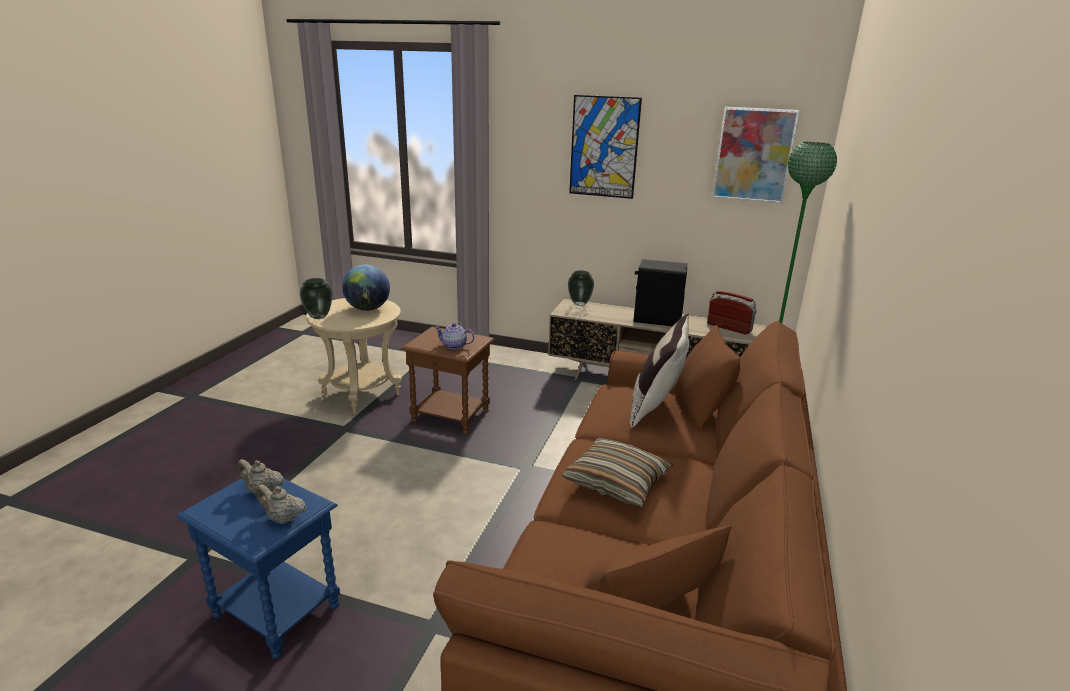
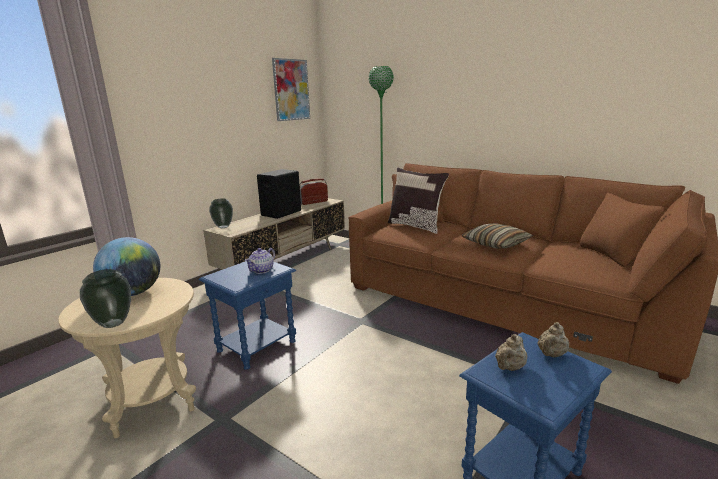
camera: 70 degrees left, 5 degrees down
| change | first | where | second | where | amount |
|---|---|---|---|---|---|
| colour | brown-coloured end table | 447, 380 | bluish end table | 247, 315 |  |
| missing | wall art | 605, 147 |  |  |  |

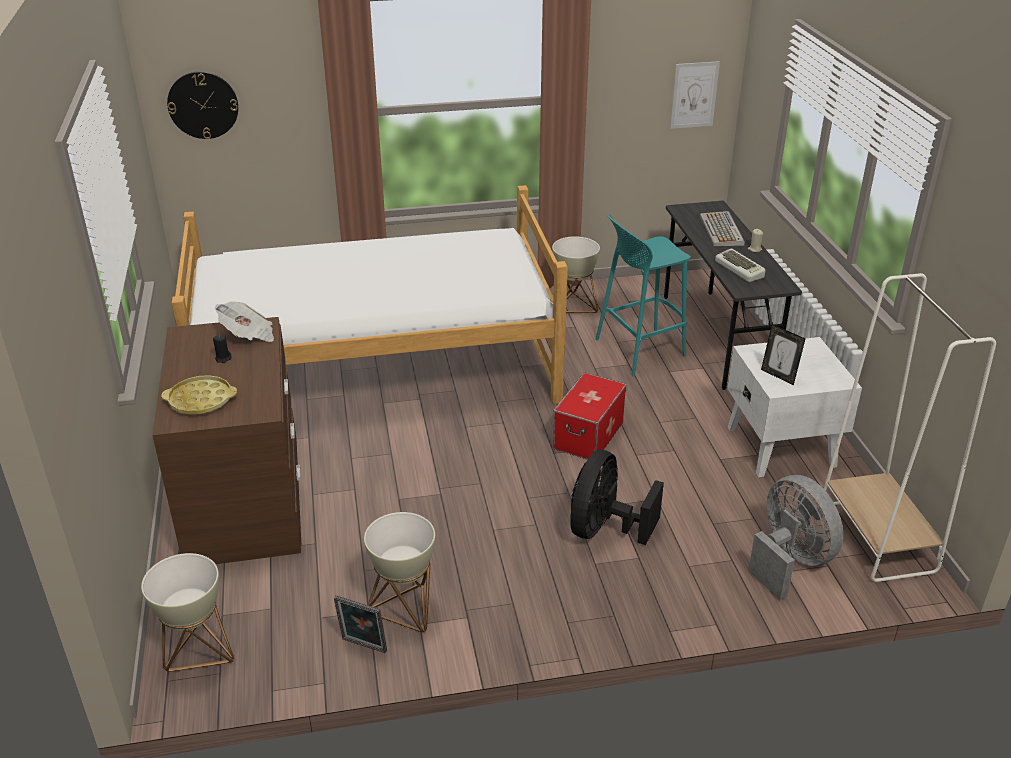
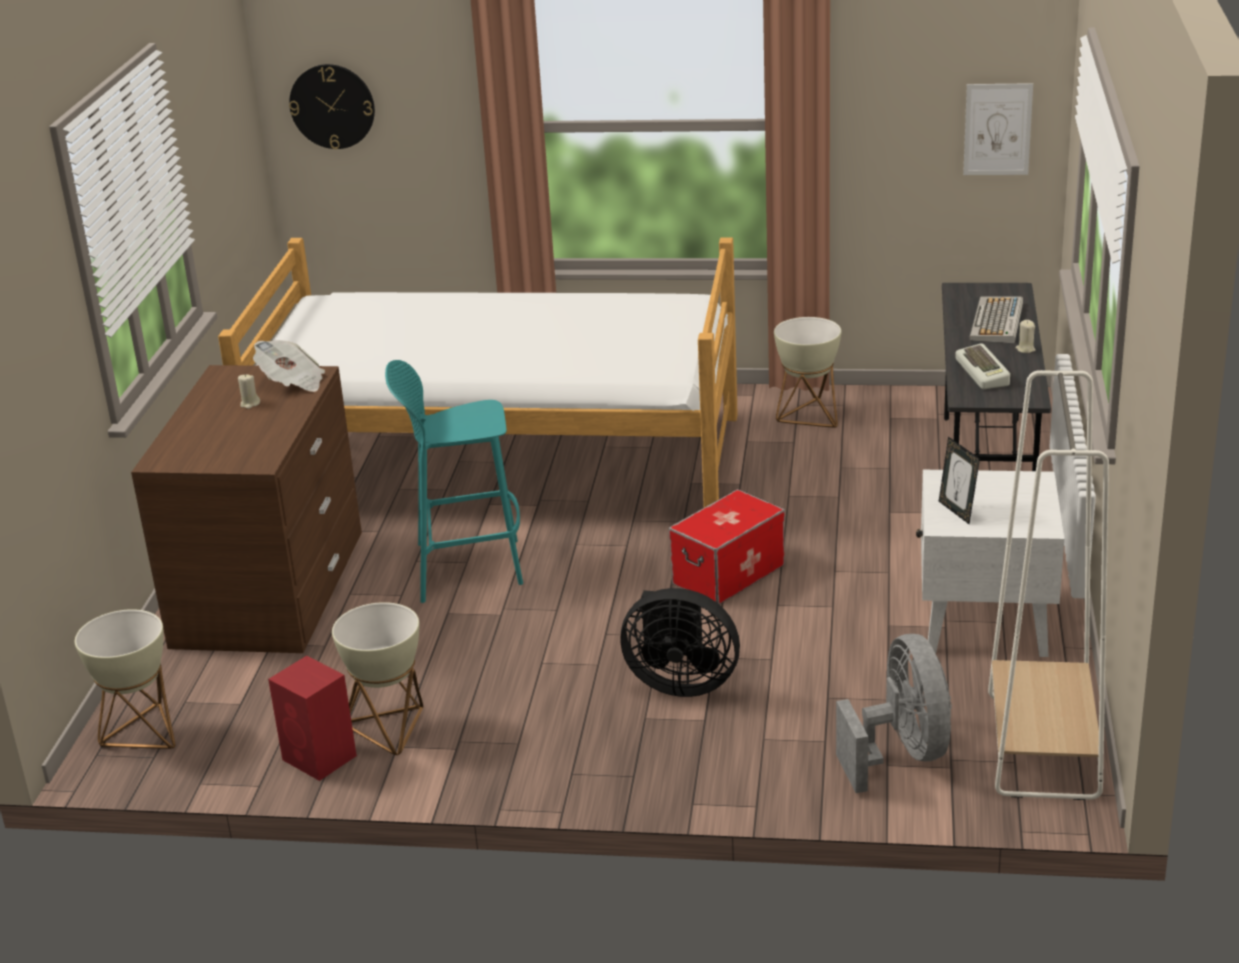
camera: 20 degrees right, 5 degrees down
| change | first | where | second | where | amount |
|---|---|---|---|---|---|
| colour | blackish wax candle | 222, 349 | beige-coloured wax candle | 249, 391 |  |
| exchanged | picture frame | 360, 624 | red speaker | 312, 718 |  |
| relocated | blue-green sitting stool | 643, 295 |  | 454, 481 |  |
| spun | blackish fan | 617, 497 |  | 680, 642 | 120 degrees counterclockwise |
| missing | yellowish carrying tray | 199, 395 |  |  |  |

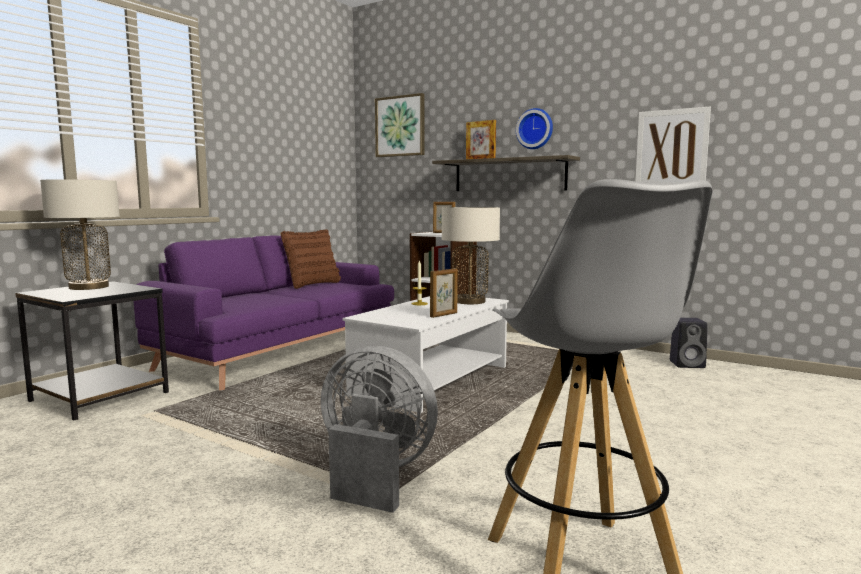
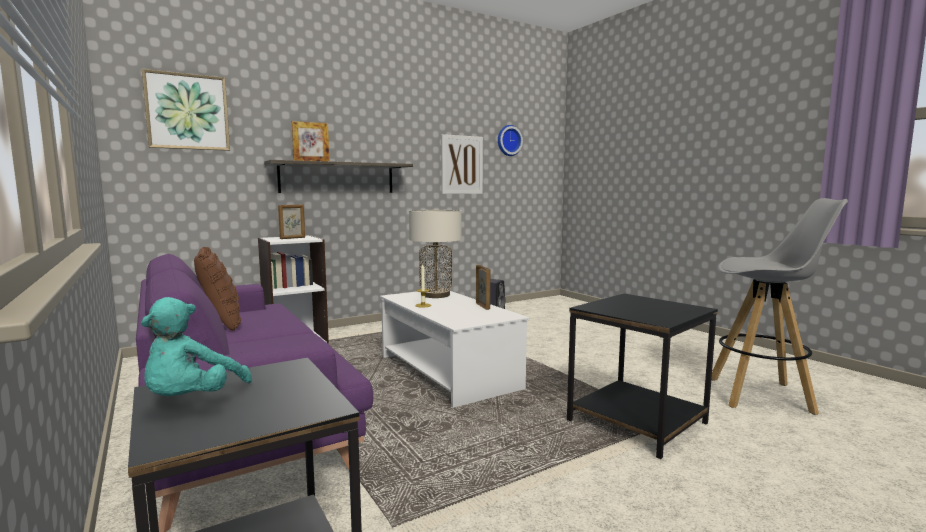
camera: 65 degrees left, 0 degrees up
| change | first | where | second | where | amount |
|---|---|---|---|---|---|
| exchanged | tabletop lamp | 80, 235 | blue-green soft toy | 196, 346 |  |
| relocated | wall clock | 534, 128 |  | 510, 140 |  |
| exchanged | gray fan | 379, 429 | blackish end table | 642, 376 |  |

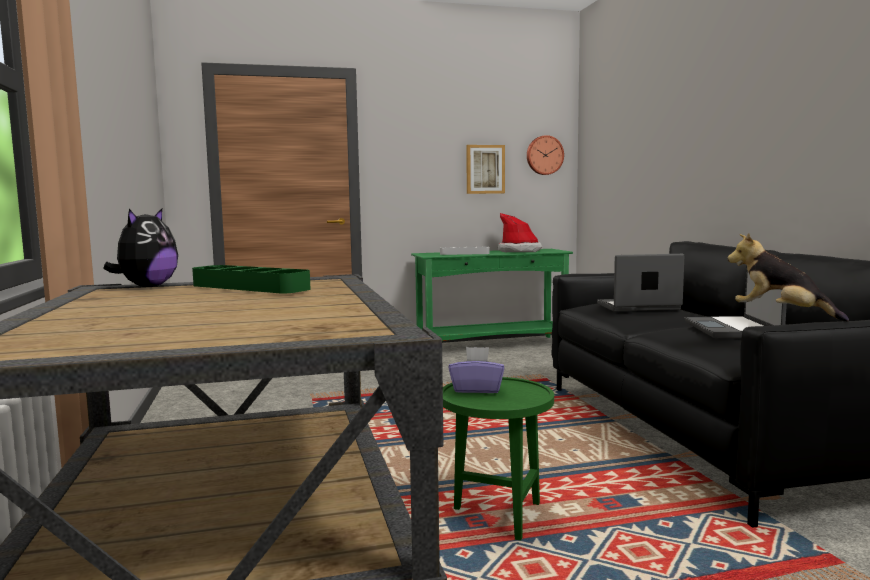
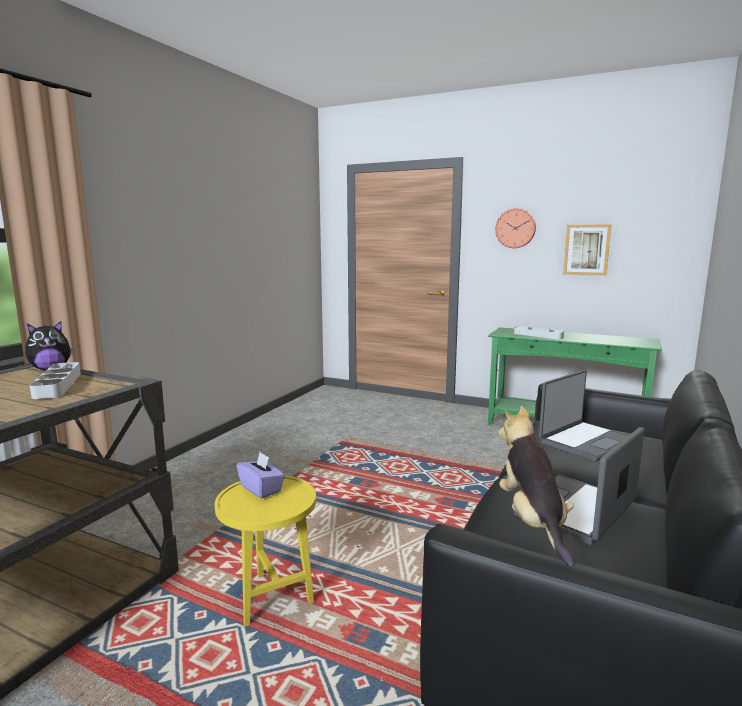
camera: 40 degrees right, 5 degrees up
| change | first | where | second | where | amount |
|---|---|---|---|---|---|
| colour | greenish carrying tray | 251, 279 | gray carrying tray | 55, 380 |  |
| colour | greenish end table | 498, 459 | yellowish end table | 265, 551 |  |
| relocated | wall clock | 545, 155 |  | 515, 228 |  |
| spun | laptop | 640, 282 |  | 584, 416 | 105 degrees clockwise |
| missing | wearable hat | 520, 232 |  |  |  |

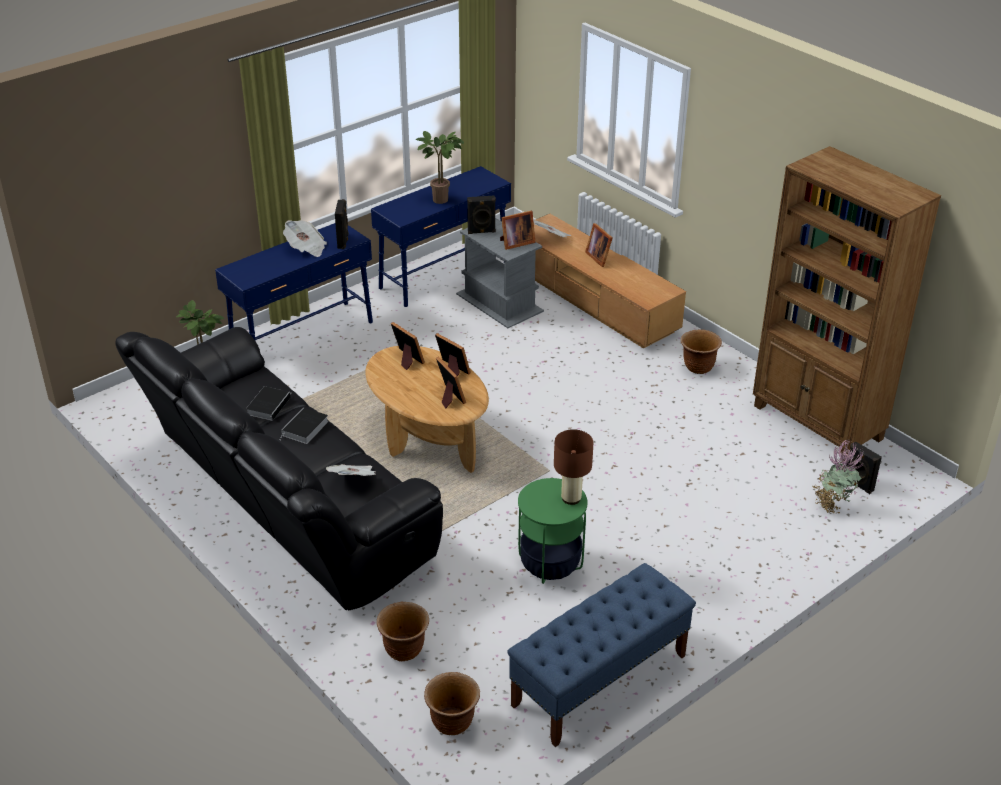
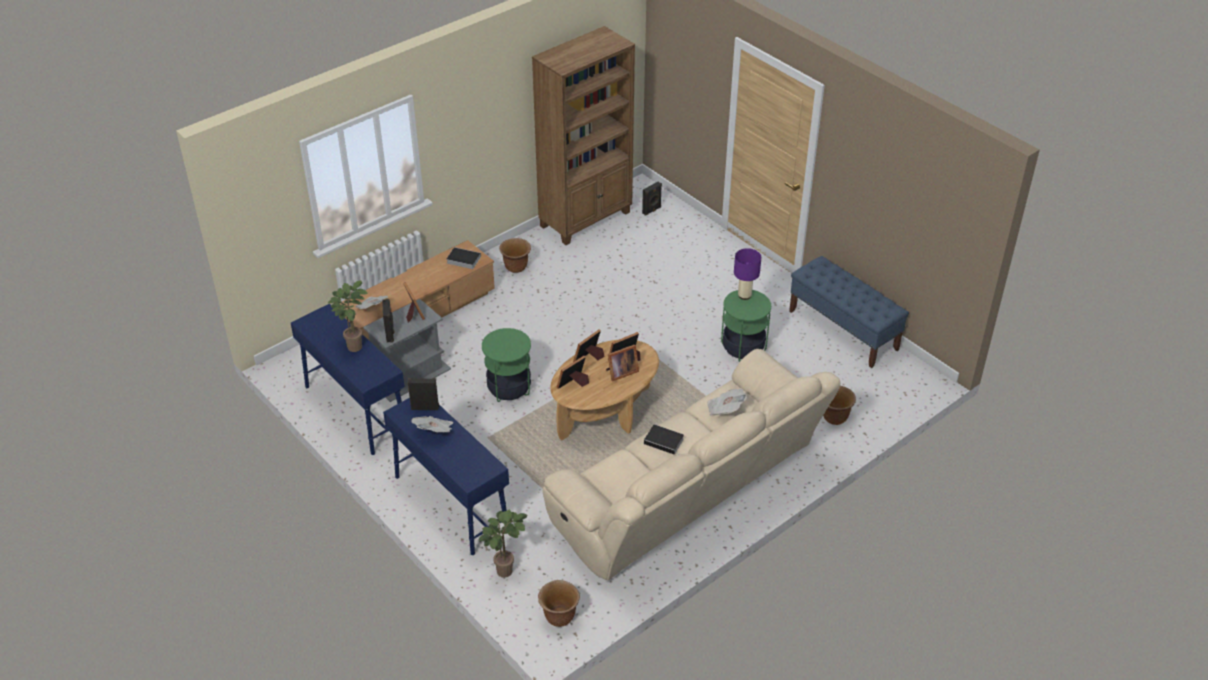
camera: 90 degrees left, 5 degrees up
| change | first | where | second | where | amount |
|---|---|---|---|---|---|
| relocated | book | 269, 403 |  | 464, 258 |  |
| appeared |  |  | greenish end table | 506, 365 |  |
| relocated | brown-coloured flower pot | 452, 703 |  | 559, 603 |  |
| colour | blackish sofa | 279, 468 | beige-coloured sofa | 691, 464 |  |
| relocated | picture frame | 599, 245 |  | 622, 363 |  |
| colour | brown-coloured tabletop lamp | 573, 467 | purplish tabletop lamp | 747, 274 |  |
| missing | potted plant | 838, 477 |  |  |  |

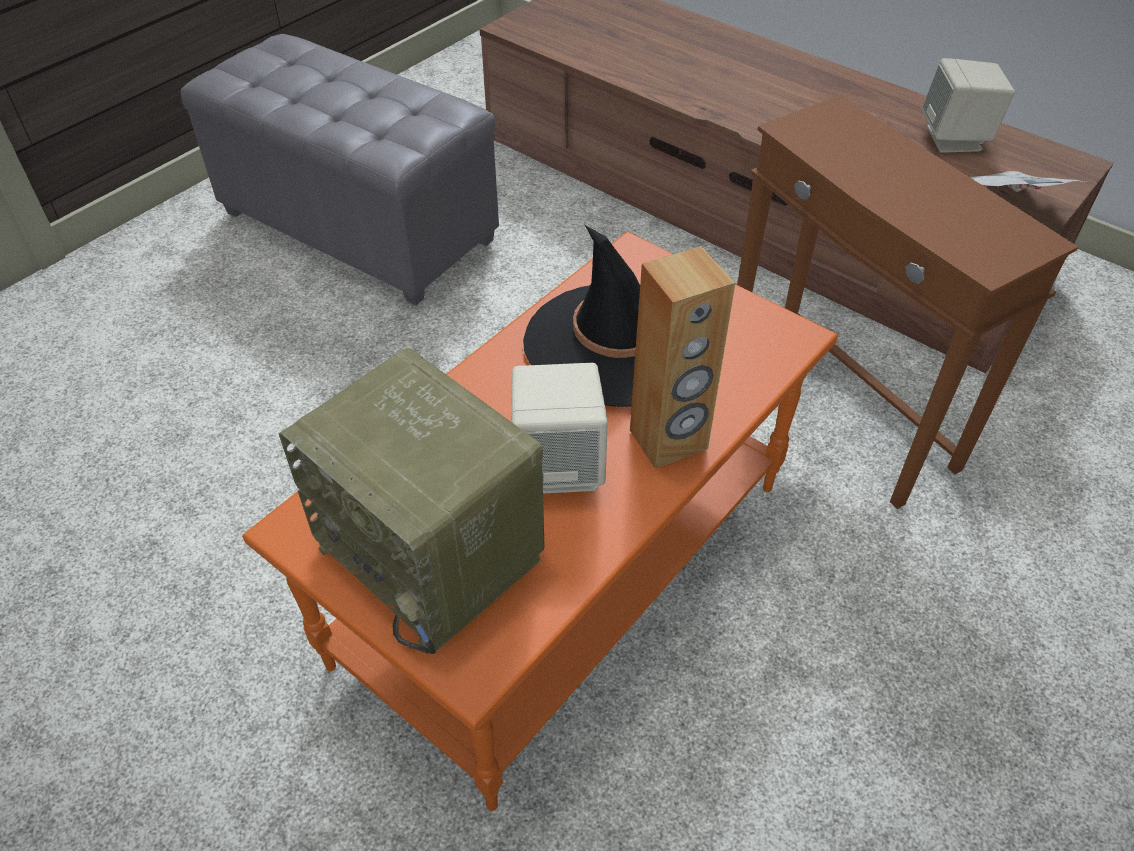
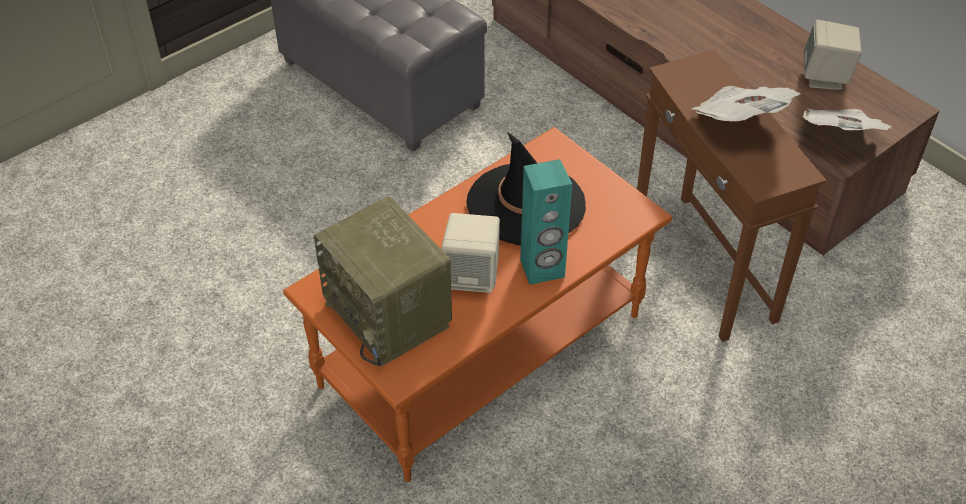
camera: 10 degrees right, 0 degrees up
| change | first | where | second | where | amount |
|---|---|---|---|---|---|
| colour | brown-coloured speaker | 683, 357 | blue-green speaker | 546, 222 |  |
| appeared |  |  | newspaper | 746, 103 |  |

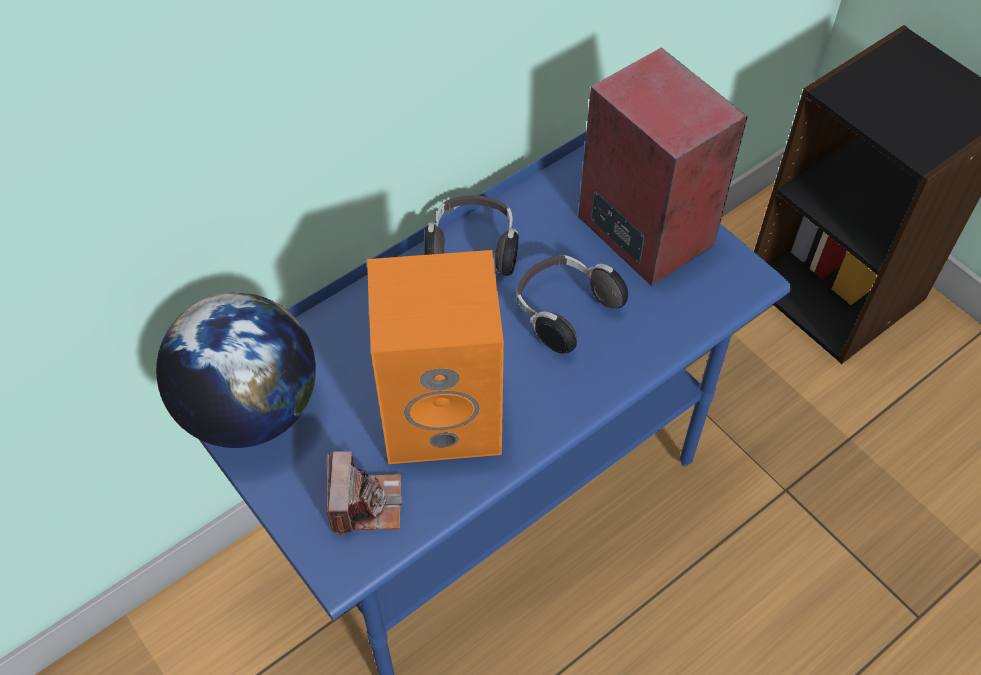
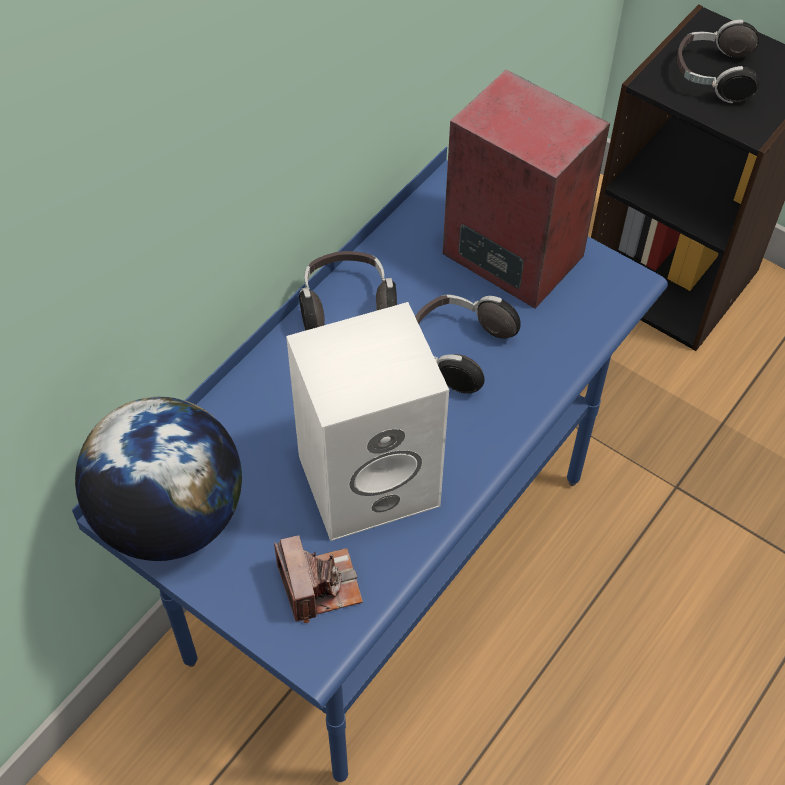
camera: 15 degrees left, 0 degrees up
| change | first | where | second | where | amount |
|---|---|---|---|---|---|
| colour | orange speaker | 435, 357 | white speaker | 367, 421 |  |
| appeared |  |  | pair of headphones | 718, 61 |  |

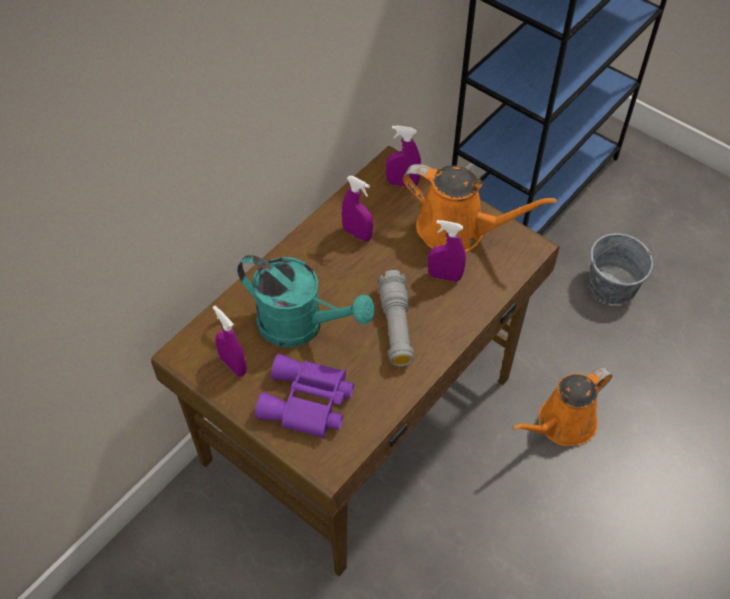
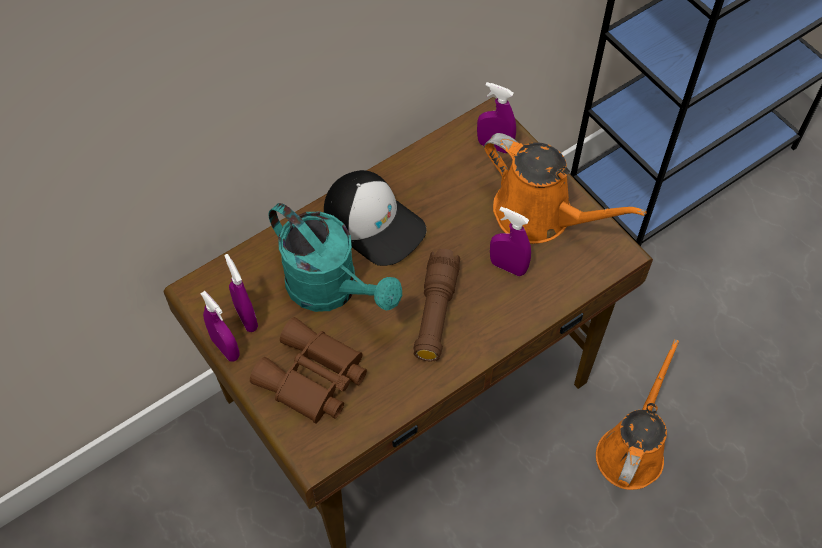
camera: 15 degrees right, 5 degrees up
| change | first | where | second | where | amount |
|---|---|---|---|---|---|
| relocated | purplish spray bottle | 357, 208 |  | 220, 326 |  |
| colour | purplish field glasses | 304, 396 | brown-coloured field glasses | 308, 370 |  |
| appeared |  |  | baseball cap | 375, 218 |  |
| colour | gray torch | 396, 318 | brown-coloured torch | 436, 305 |  |
| spun | orange watering can | 562, 406 |  | 637, 414 | 135 degrees clockwise |
| missing | gray pail | 620, 268 |  |  |  |

